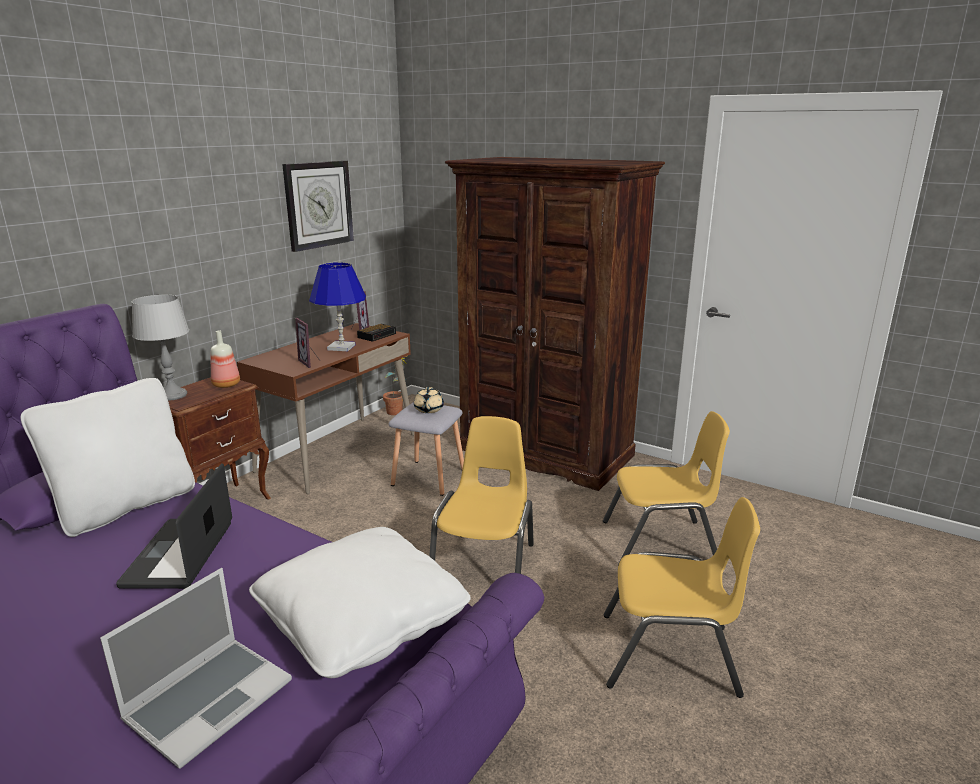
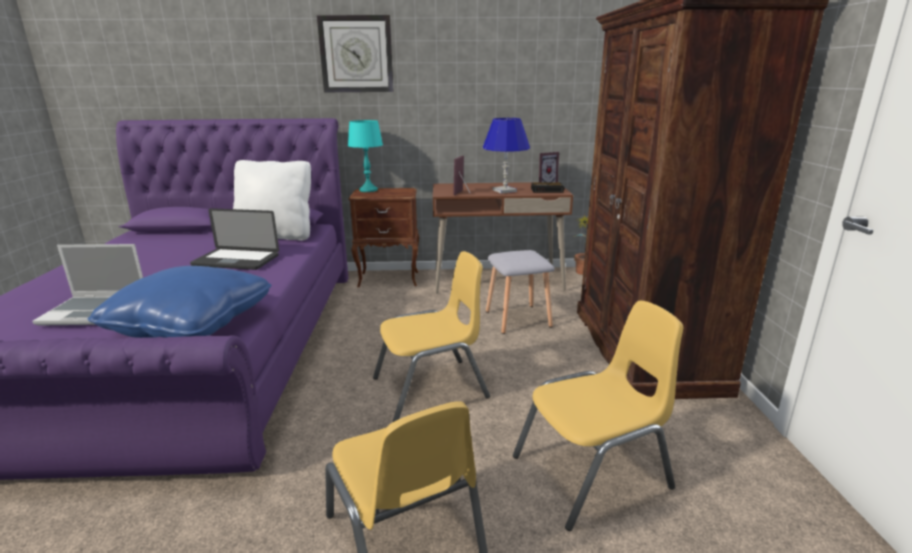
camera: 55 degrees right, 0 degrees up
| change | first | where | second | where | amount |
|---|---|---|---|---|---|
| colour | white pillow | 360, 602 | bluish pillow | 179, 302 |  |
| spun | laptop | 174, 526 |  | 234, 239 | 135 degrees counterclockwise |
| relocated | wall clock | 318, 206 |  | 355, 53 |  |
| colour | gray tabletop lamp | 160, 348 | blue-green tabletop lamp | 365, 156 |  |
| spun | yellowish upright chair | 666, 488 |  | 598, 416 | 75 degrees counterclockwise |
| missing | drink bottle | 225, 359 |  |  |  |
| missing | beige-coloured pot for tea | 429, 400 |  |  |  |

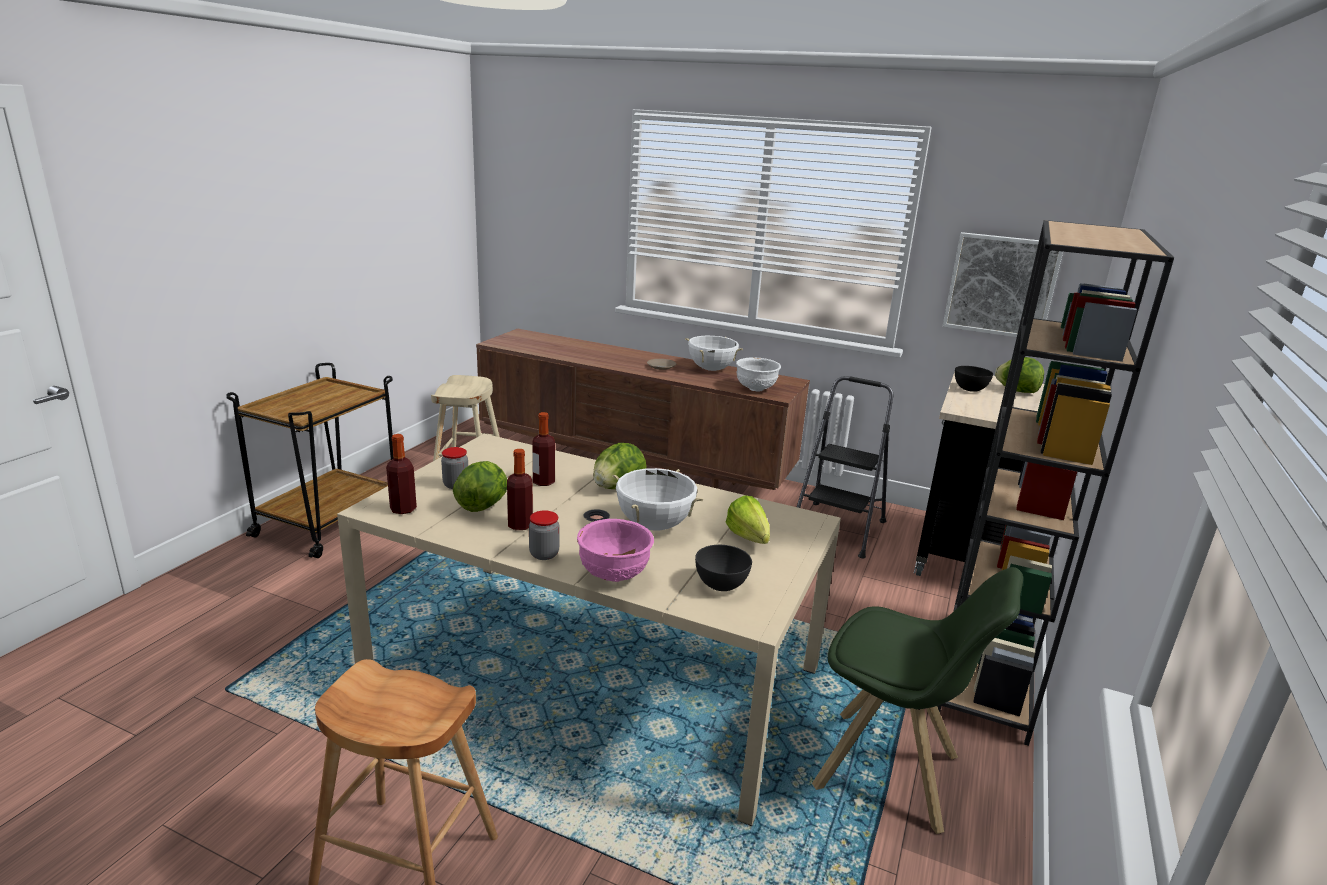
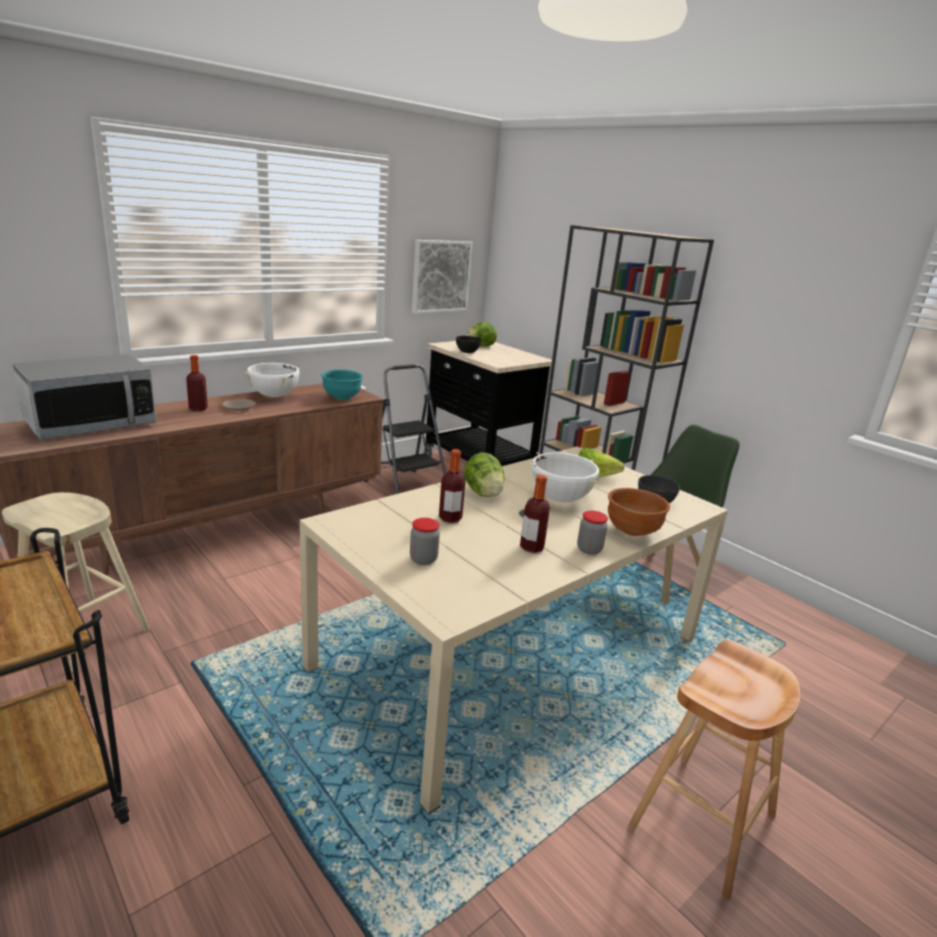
camera: 65 degrees left, 0 degrees up
| change | first | where | second | where | amount |
|---|---|---|---|---|---|
| appeared |  |  | microwave | 85, 397 |  |
| relocated | drink bottle | 401, 474 |  | 197, 383 |  |
| colour | white deep dish | 758, 375 | blue-green deep dish | 342, 384 |  |
| colour | pink deep dish | 615, 550 | brown-coloured deep dish | 639, 512 |  |
| missing | head of lettuce | 480, 486 |  |  |  |

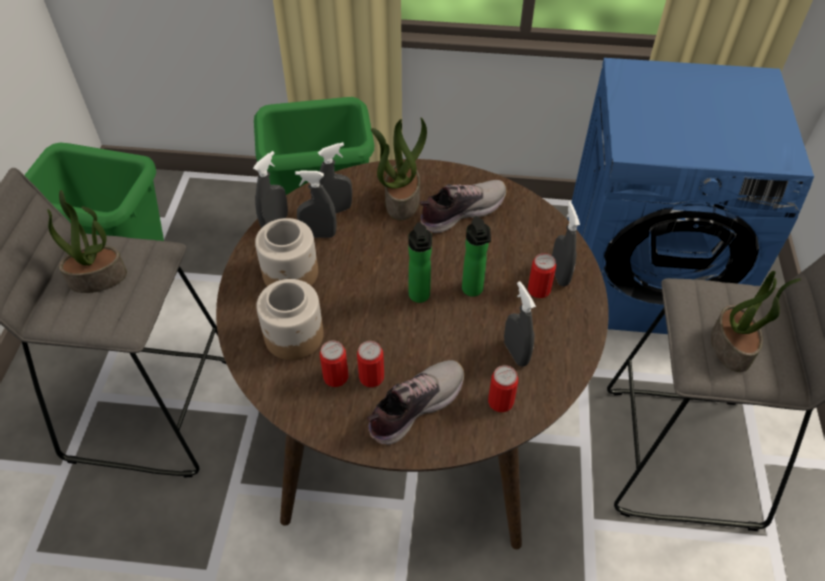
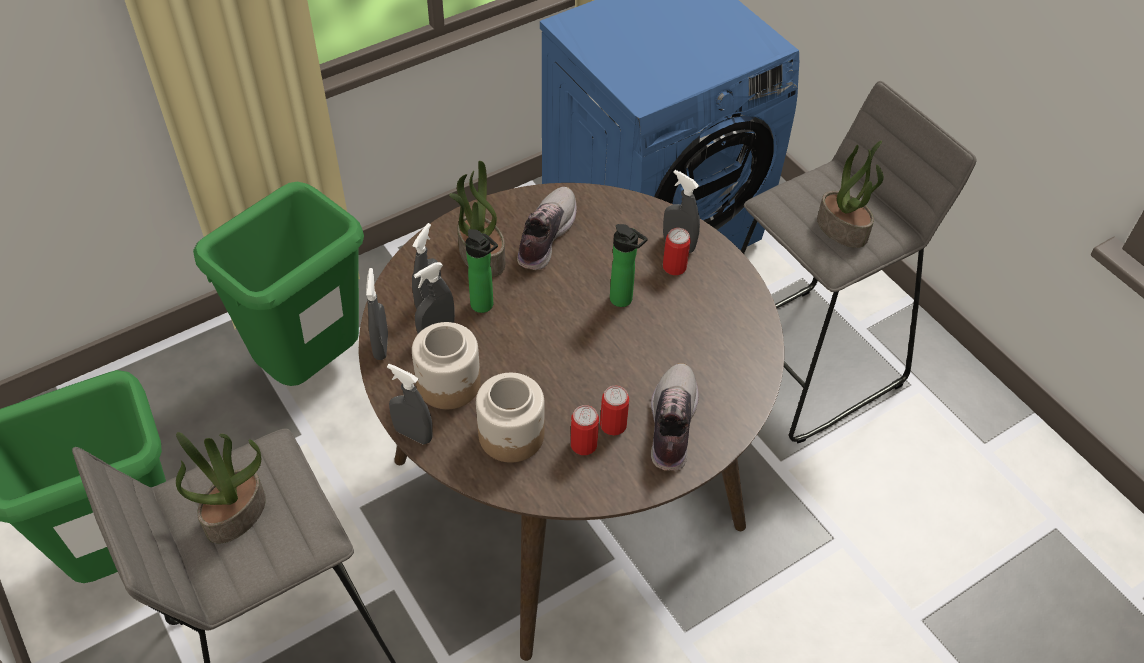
camera: 40 degrees left, 0 degrees up
| change | first | where | second | where | amount |
|---|---|---|---|---|---|
| relocated | gray spray bottle | 520, 324 |  | 410, 404 |  |
| relocated | drink bottle | 420, 262 |  | 482, 271 |  |
| missing | can | 503, 388 |  |  |  |

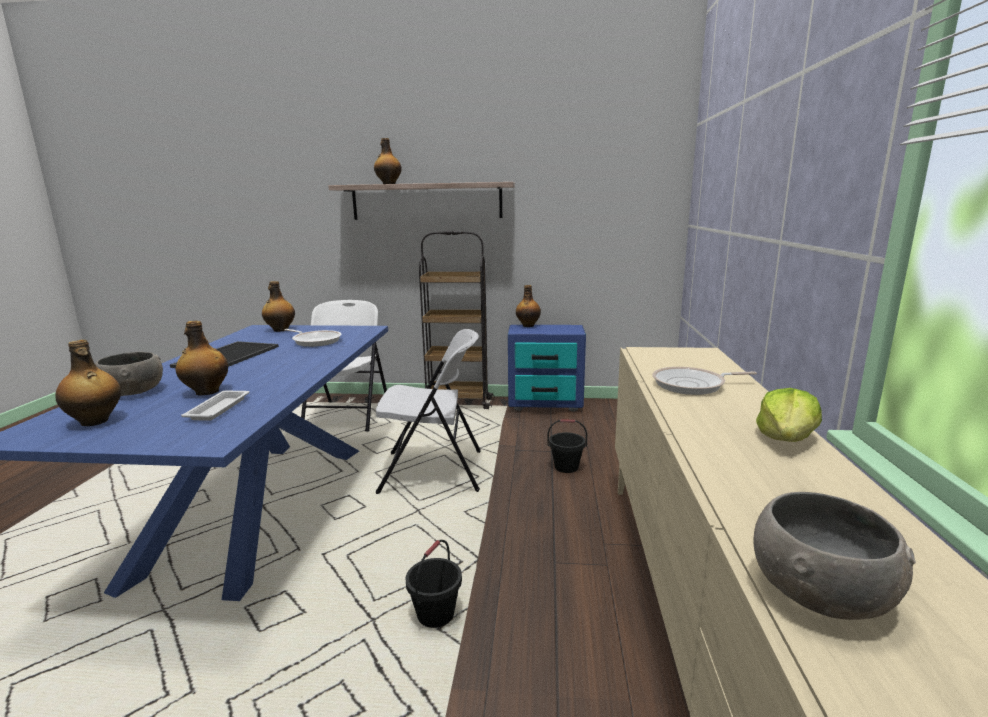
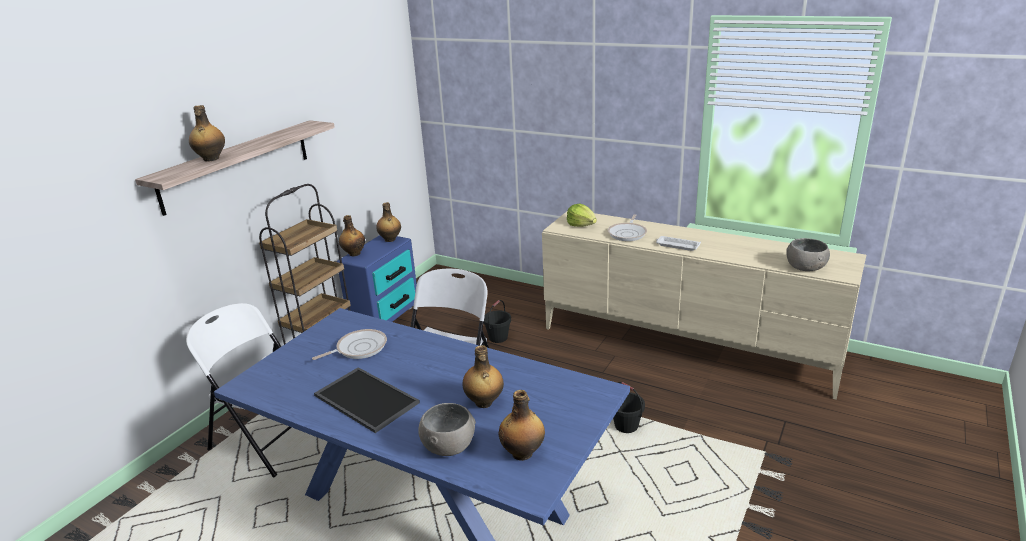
camera: 65 degrees left, 10 degrees up
| change | first | where | second | where | amount |
|---|---|---|---|---|---|
| relocated | drink bottle | 278, 306 |  | 388, 222 |  |
| relocated | head of lettuce | 789, 415 |  | 582, 215 |  |
| relocated | white carrying tray | 215, 406 |  | 678, 243 |  |

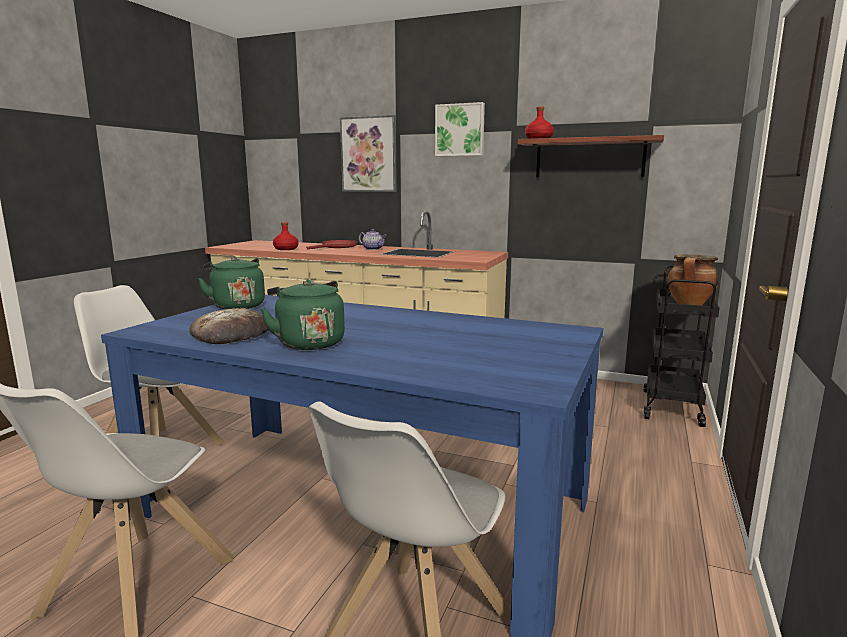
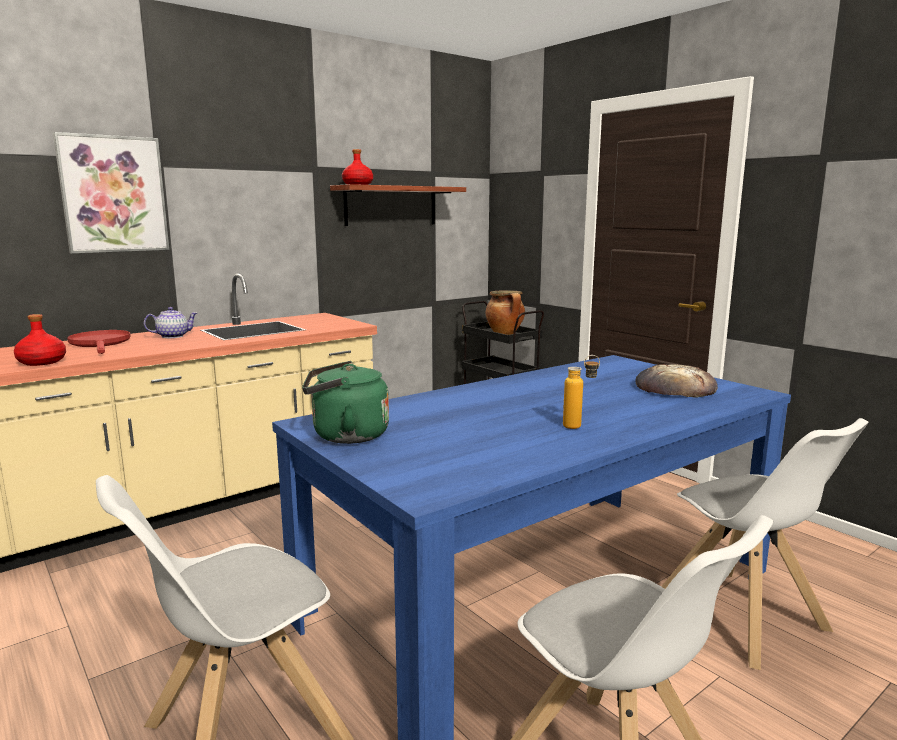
camera: 60 degrees left, 0 degrees up
| change | first | where | second | where | amount |
|---|---|---|---|---|---|
| exchanged | greenish tea kettle | 303, 315 | drink bottle | 581, 392 |  |
| relocated | bread | 229, 326 |  | 677, 381 |  |
| missing | wall art | 460, 129 |  |  |  |

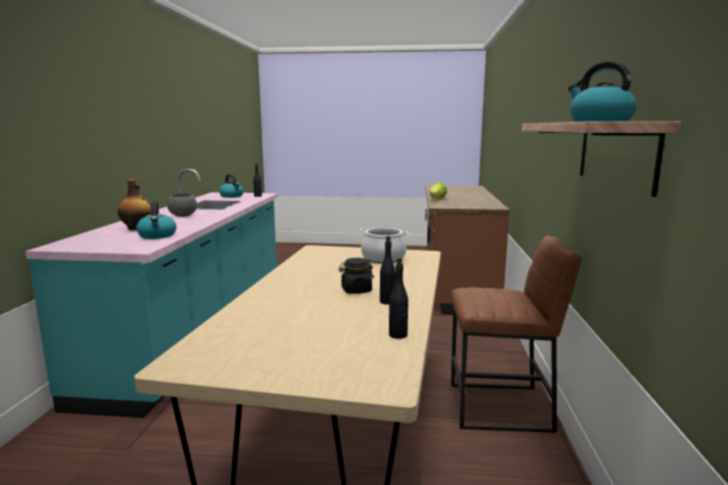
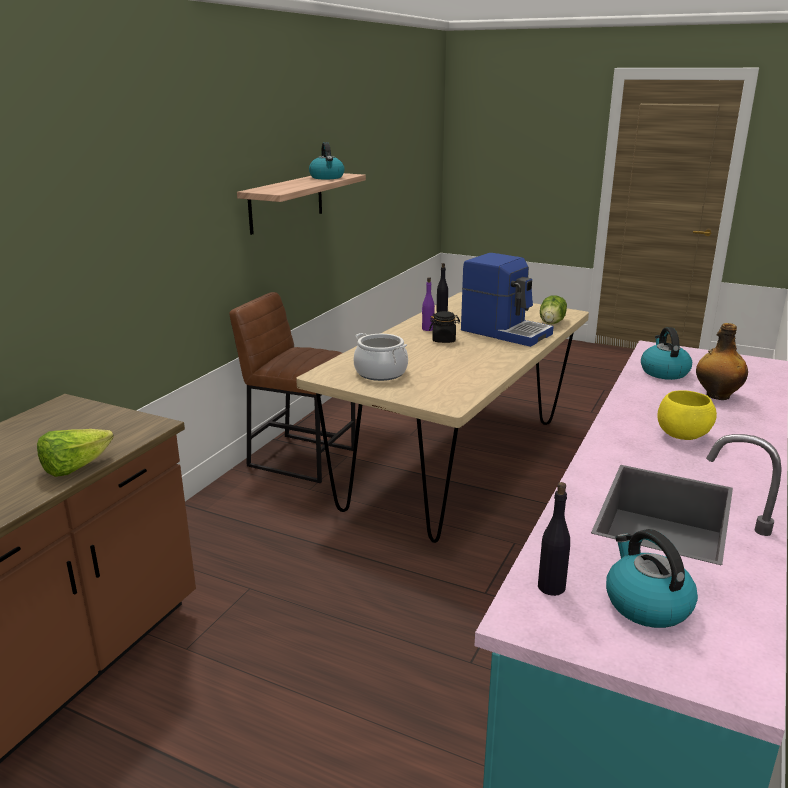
camera: 160 degrees left, 10 degrees up
| change | first | where | second | where | amount |
|---|---|---|---|---|---|
| colour | blackish drink bottle | 388, 270 | purplish drink bottle | 428, 304 |  |
| appeared |  |  | coffee machine | 507, 300 |  |
| appeared |  |  | head of lettuce | 553, 310 |  |
| colour | gray deep dish | 182, 205 | yellowish deep dish | 687, 415 |  |

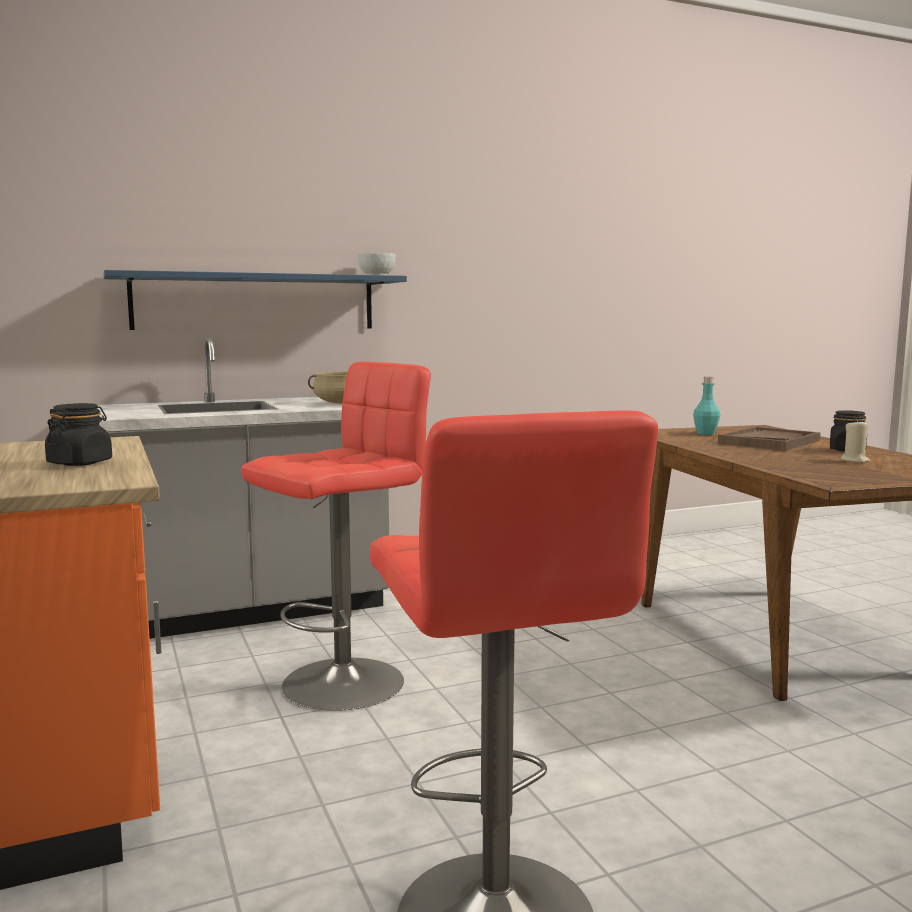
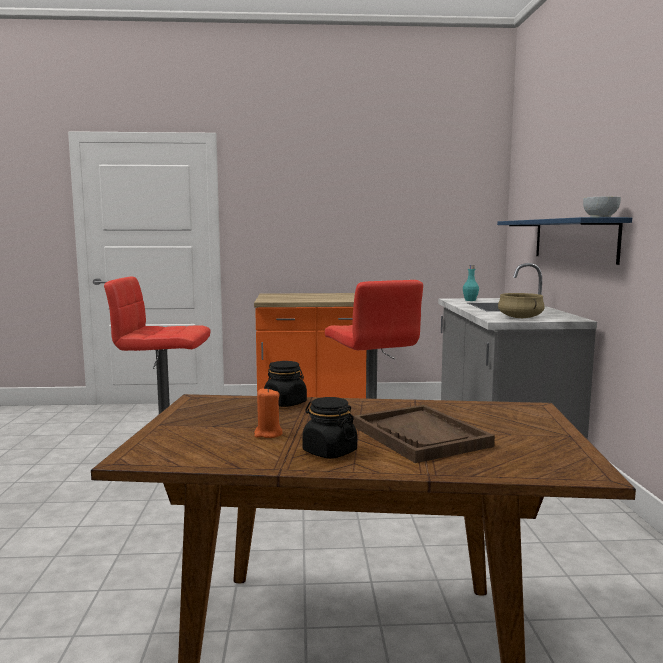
camera: 110 degrees right, 0 degrees up
| change | first | where | second | where | amount |
|---|---|---|---|---|---|
| colour | beige-coloured wax candle | 855, 441 | orange wax candle | 268, 412 |  |
| relocated | blackish storage jar | 78, 434 |  | 285, 384 |  |
| relocated | blue-green drink bottle | 706, 406 |  | 471, 283 |  |

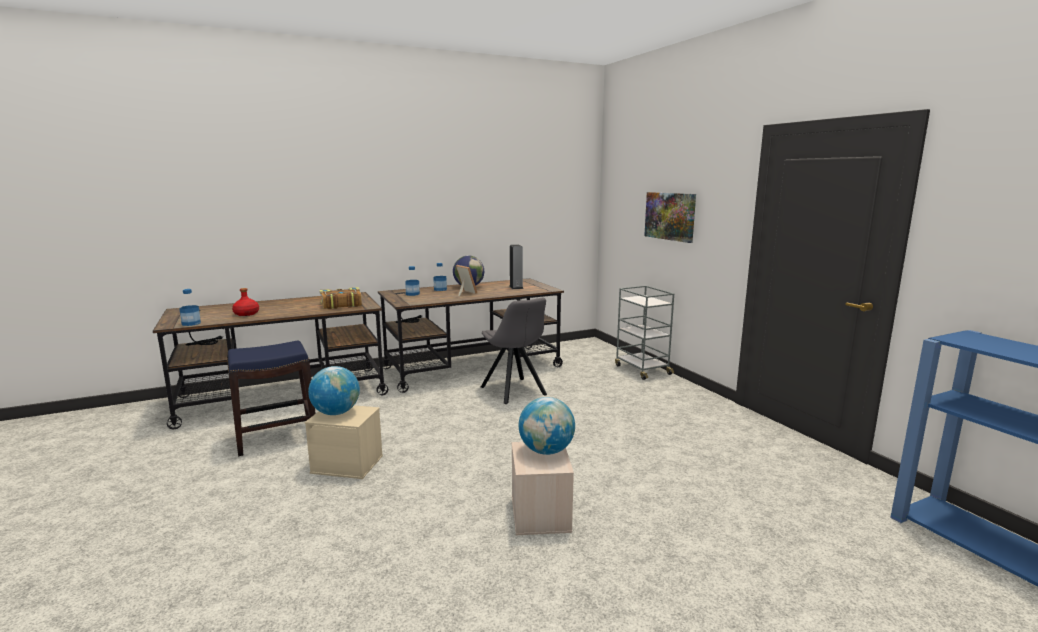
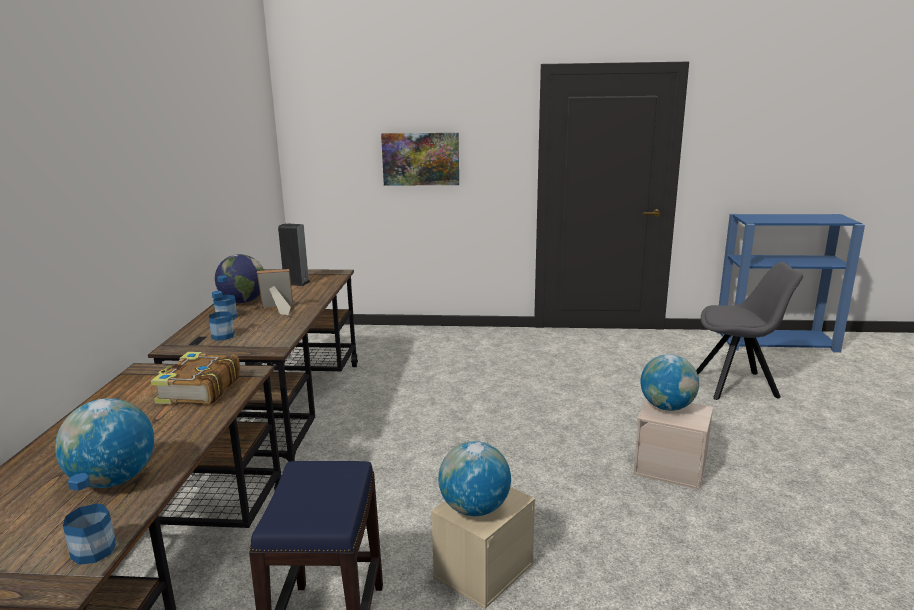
camera: 60 degrees left, 5 degrees up
| change | first | where | second | where | amount |
|---|---|---|---|---|---|
| exchanged | red drink bottle | 245, 302 | desk globe | 104, 443 |  |
| relocated | gray upright chair | 514, 351 |  | 749, 331 |  |
| missing | gray cart | 644, 333 |  |  |  |

